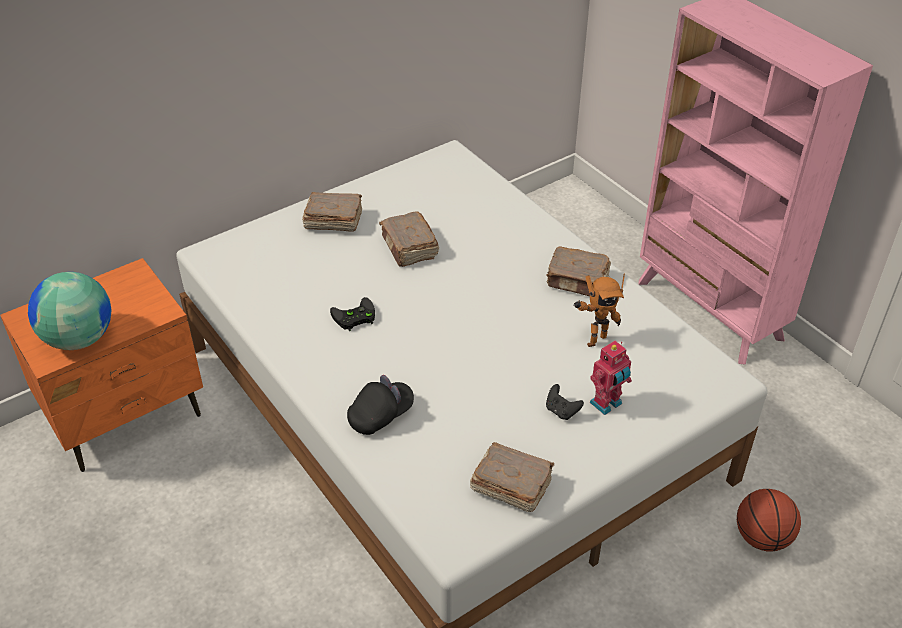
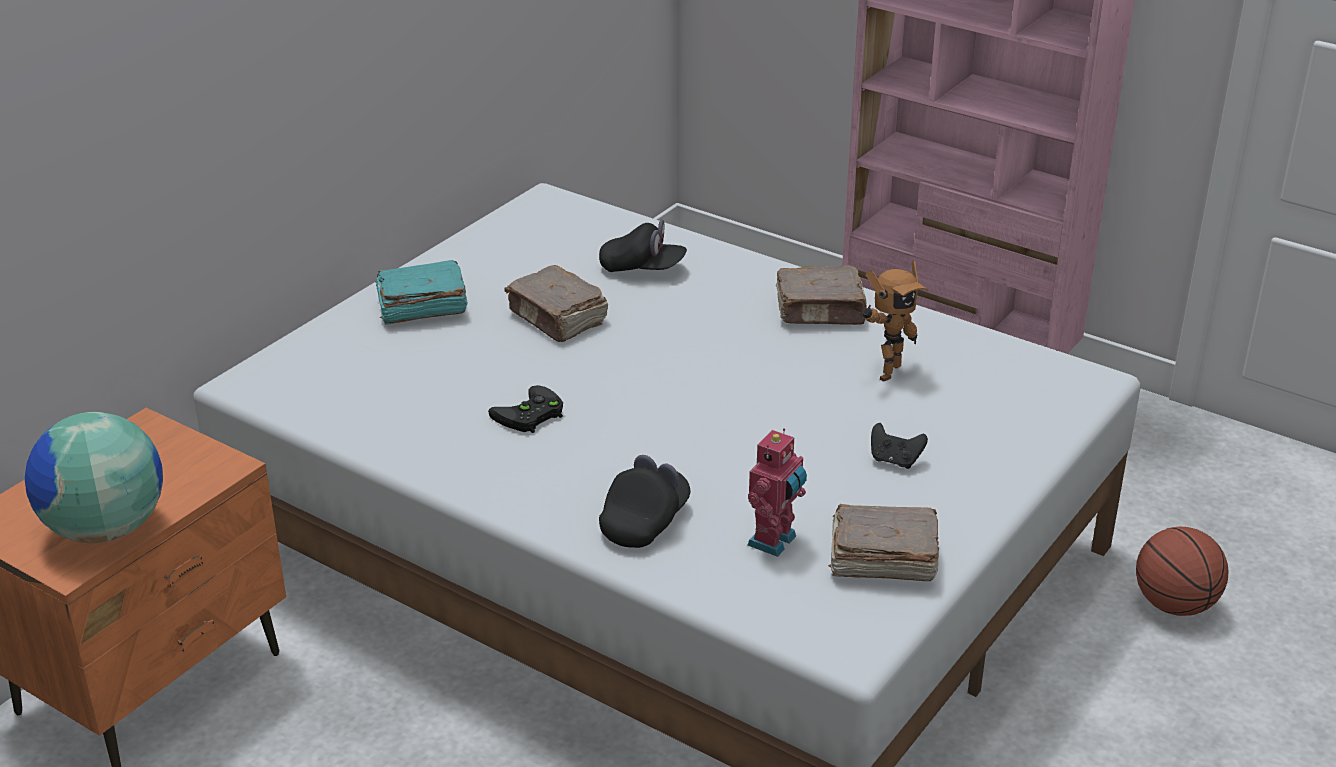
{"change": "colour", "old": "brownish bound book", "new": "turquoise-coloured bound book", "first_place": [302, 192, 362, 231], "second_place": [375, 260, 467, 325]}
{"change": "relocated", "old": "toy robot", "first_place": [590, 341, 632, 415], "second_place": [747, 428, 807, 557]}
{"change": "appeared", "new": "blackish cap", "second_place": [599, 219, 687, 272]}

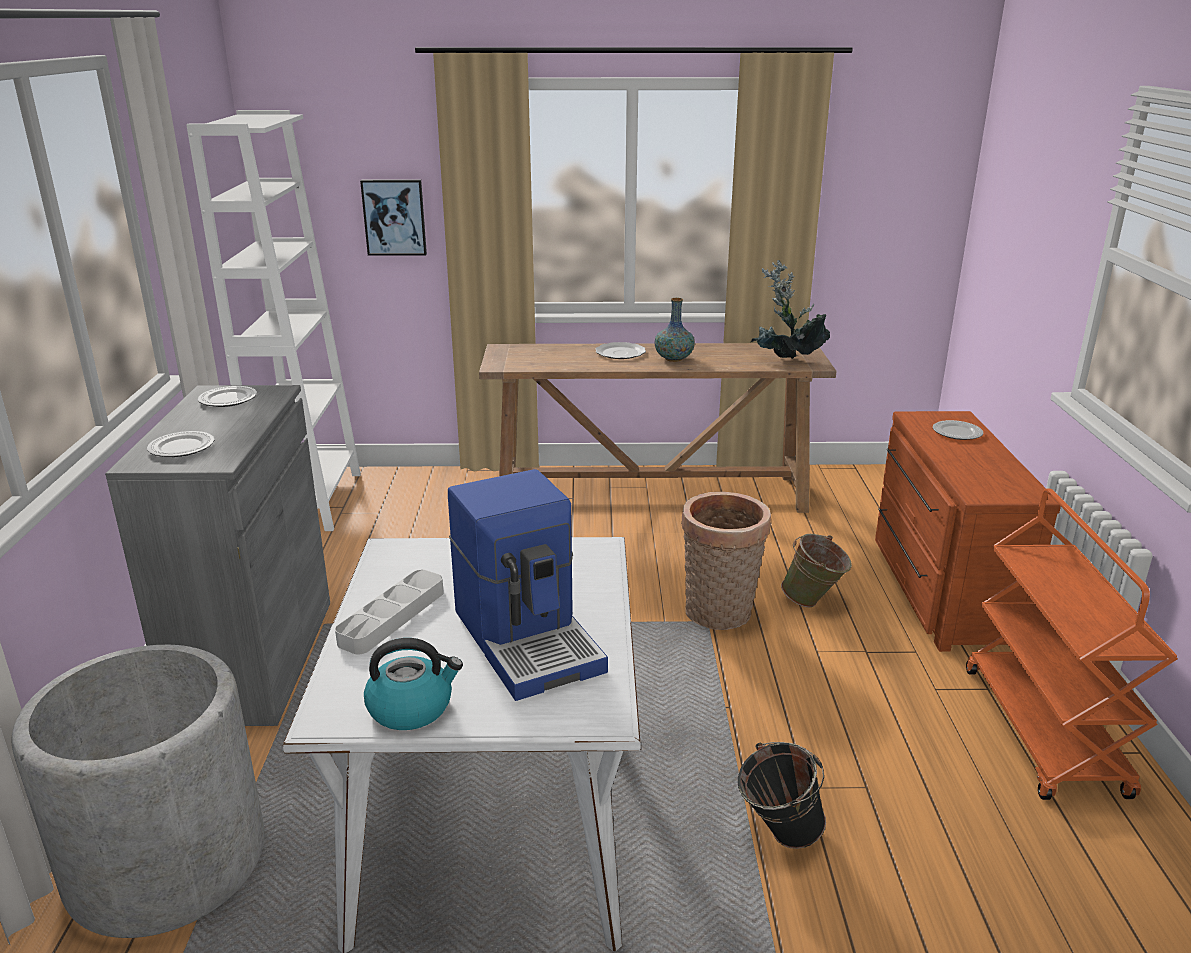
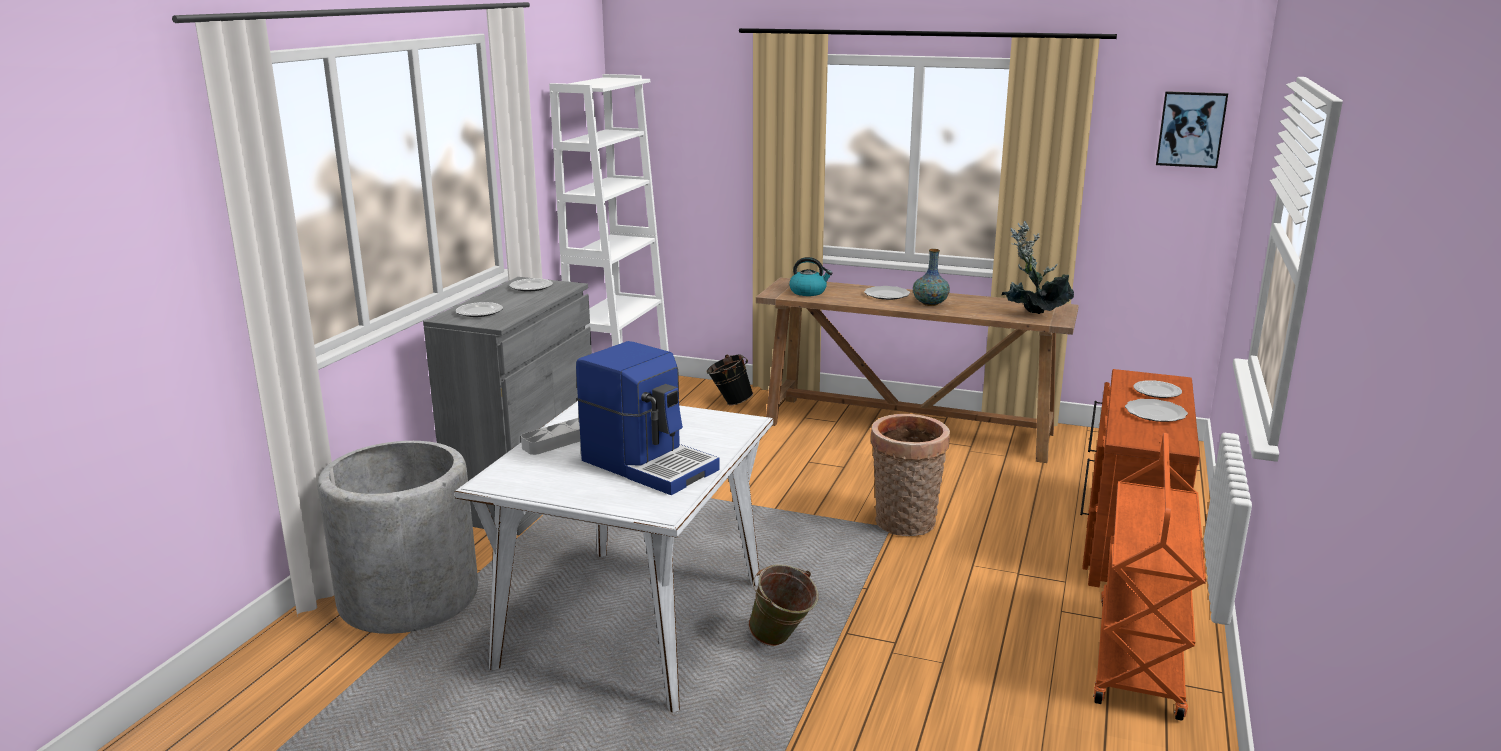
{"change": "relocated", "old": "wall picture", "first_place": [360, 179, 427, 256], "second_place": [1156, 91, 1228, 168]}
{"change": "spun", "old": "coffee maker", "first_place": [448, 469, 608, 701], "second_place": [576, 341, 720, 495], "degrees": -45}
{"change": "relocated", "old": "greenish bucket", "first_place": [781, 534, 852, 607], "second_place": [748, 564, 818, 646]}
{"change": "relocated", "old": "tea kettle", "first_place": [364, 638, 463, 730], "second_place": [789, 257, 832, 296]}
{"change": "relocated", "old": "blackish bucket", "first_place": [738, 742, 826, 849], "second_place": [707, 354, 753, 405]}
{"change": "appeared", "new": "flat dish", "second_place": [1125, 399, 1188, 422]}

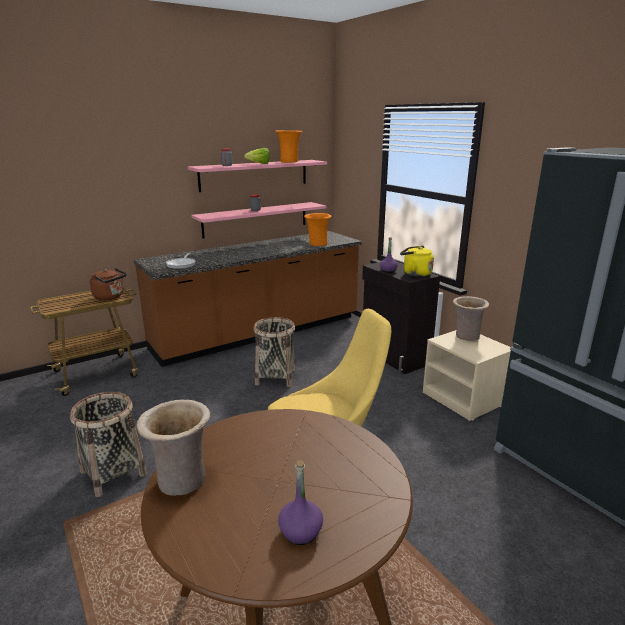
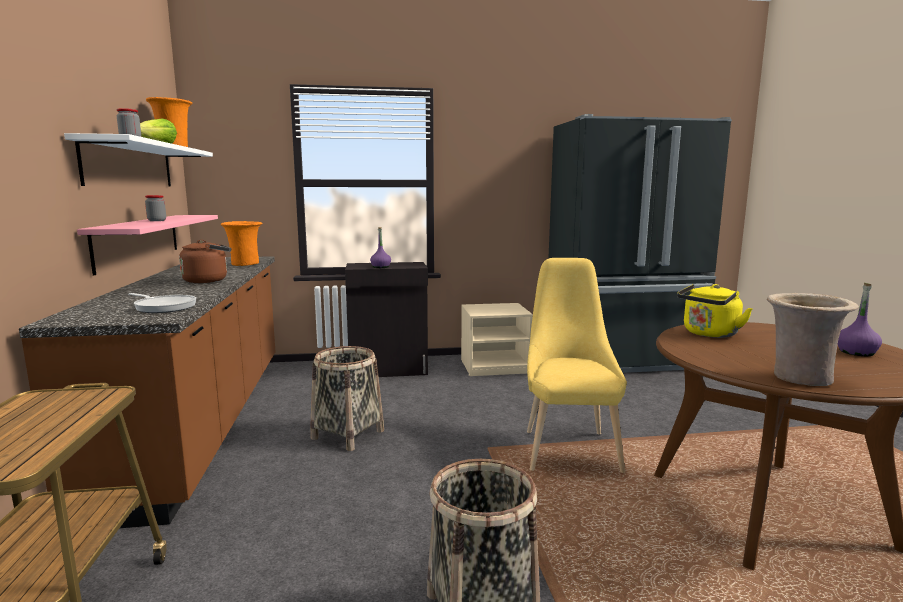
{"change": "colour", "old": "pink-coloured wall shelf", "new": "white-coloured wall shelf", "first_place": [188, 160, 327, 192], "second_place": [64, 133, 213, 187]}
{"change": "relocated", "old": "yellowish tea kettle", "first_place": [400, 246, 434, 277], "second_place": [677, 284, 753, 338]}
{"change": "relocated", "old": "brownish tea kettle", "first_place": [90, 268, 127, 300], "second_place": [179, 240, 231, 283]}
{"change": "missing", "old": "beige-coloured vase", "first_place": [453, 296, 489, 341]}

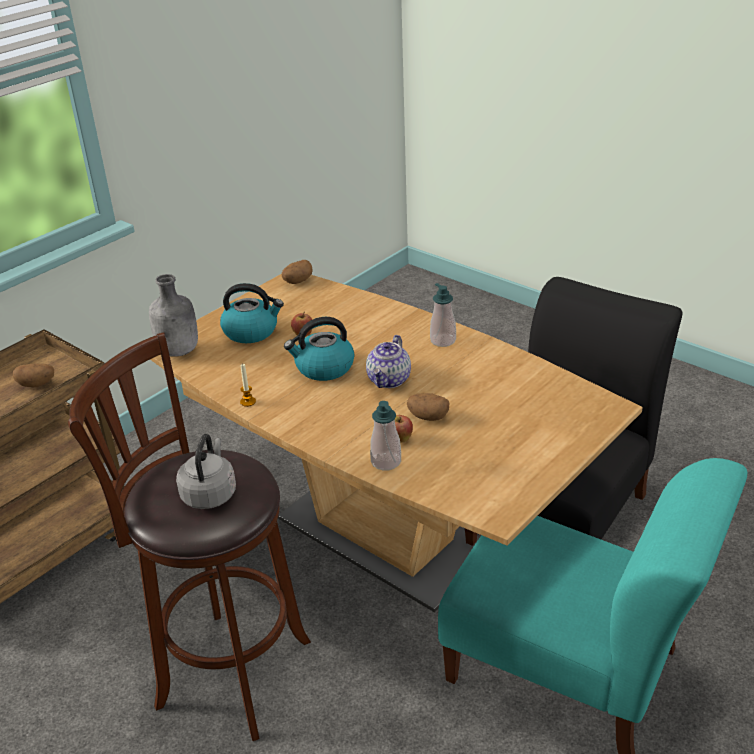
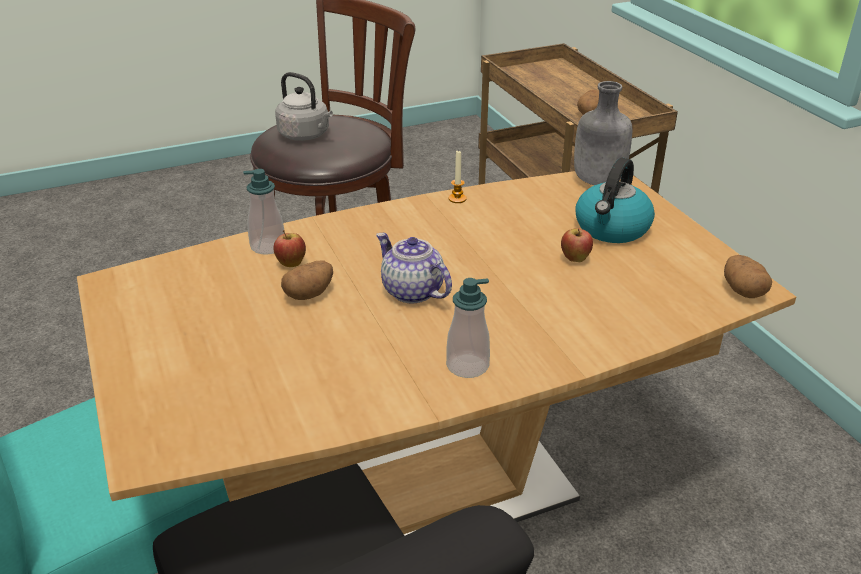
{"change": "missing", "old": "tea kettle", "first_place": [284, 317, 355, 381]}

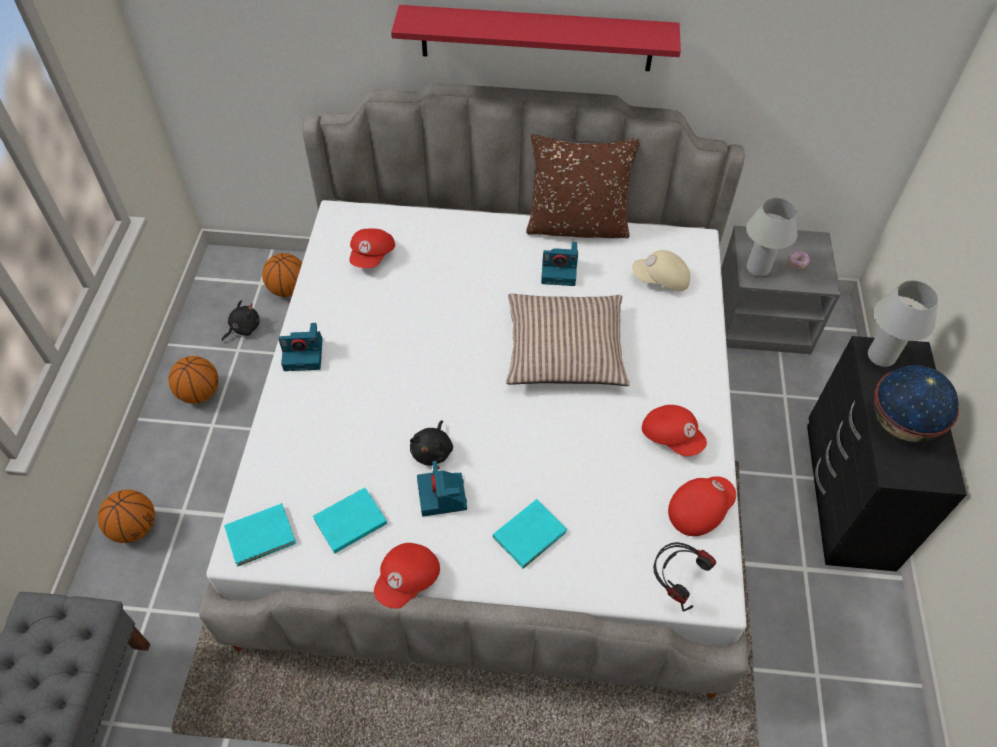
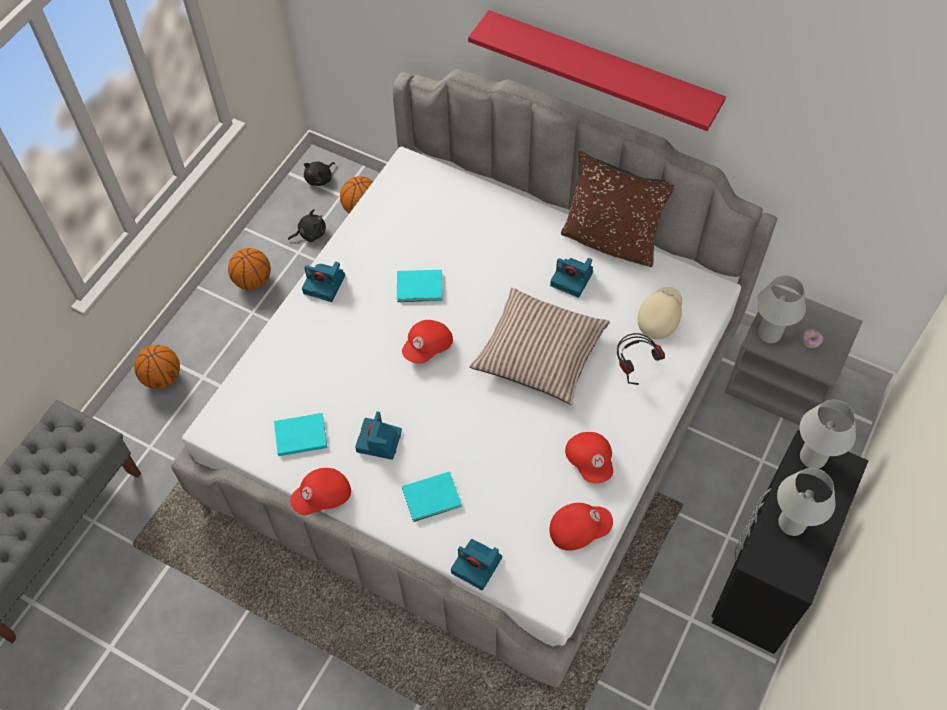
{"change": "relocated", "old": "red-coloured cap", "first_place": [349, 229, 395, 268], "second_place": [402, 320, 453, 364]}
{"change": "spun", "old": "beige-coloured cap", "first_place": [632, 250, 690, 291], "second_place": [638, 287, 682, 340], "degrees": 90}
{"change": "exchanged", "old": "globe", "new": "white-coloured tabletop lamp", "first_place": [874, 365, 959, 442], "second_place": [777, 468, 836, 536]}
{"change": "relocated", "old": "blackish soft toy", "first_place": [410, 420, 453, 466], "second_place": [304, 161, 335, 186]}
{"change": "relocated", "old": "turquoise-coloured bound book", "first_place": [224, 503, 296, 567], "second_place": [397, 270, 443, 302]}
{"change": "relocated", "old": "pair of headphones", "first_place": [653, 542, 716, 612], "second_place": [617, 333, 665, 385]}
{"change": "appeared", "new": "photo camera", "second_place": [451, 539, 502, 590]}

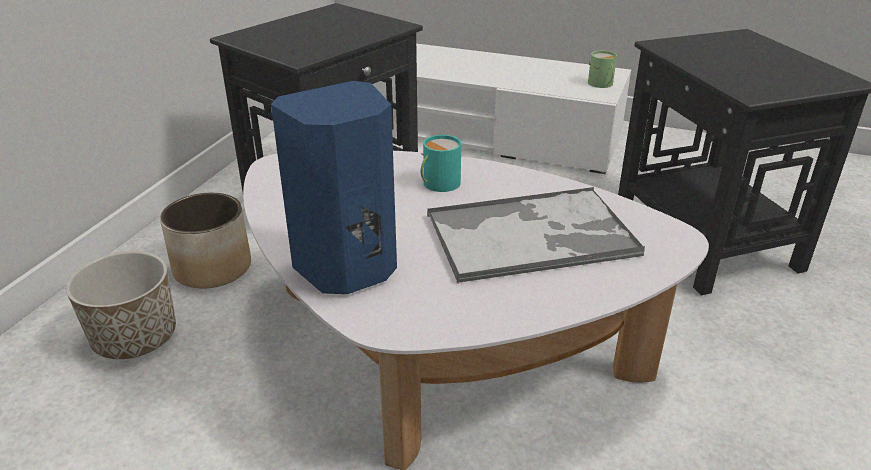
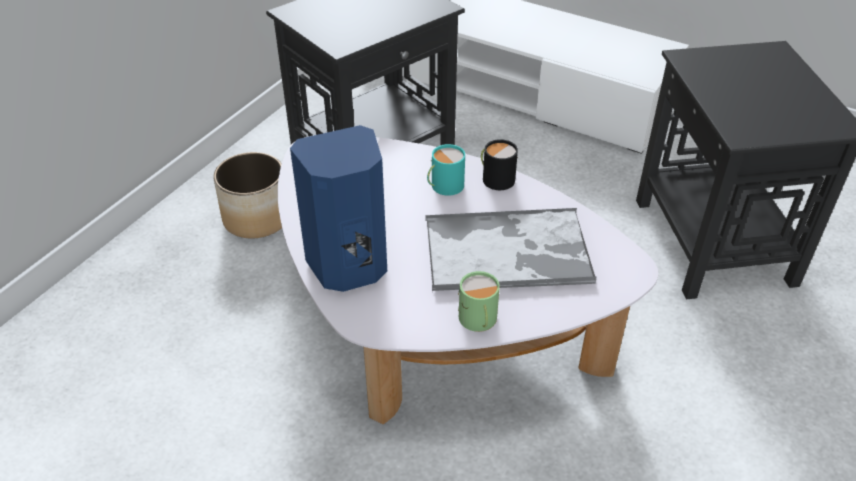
{"change": "relocated", "old": "greenish mug", "first_place": [588, 51, 617, 88], "second_place": [458, 271, 500, 332]}
{"change": "missing", "old": "planter", "first_place": [66, 251, 176, 359]}
{"change": "appeared", "new": "blackish mug", "second_place": [481, 139, 518, 190]}

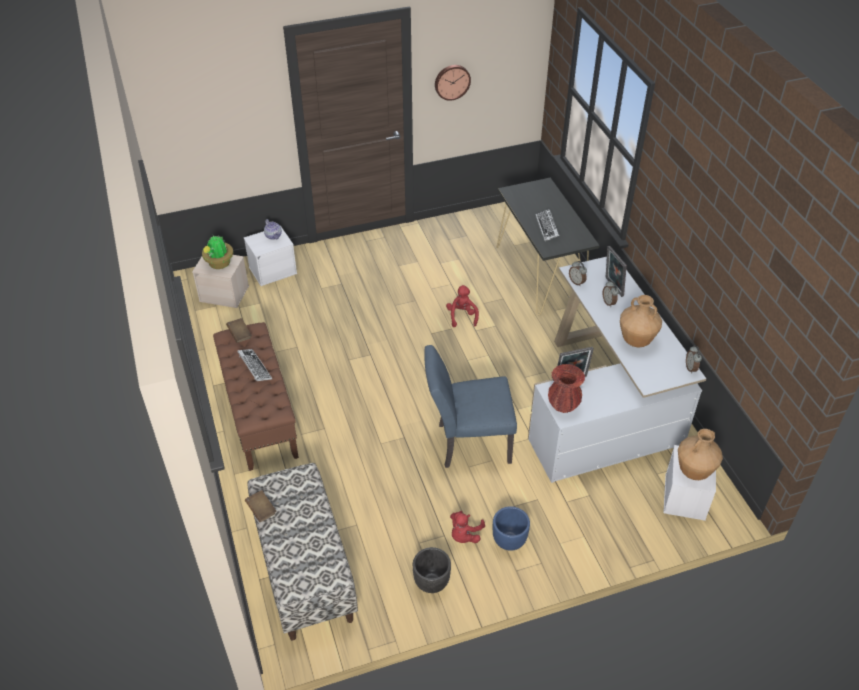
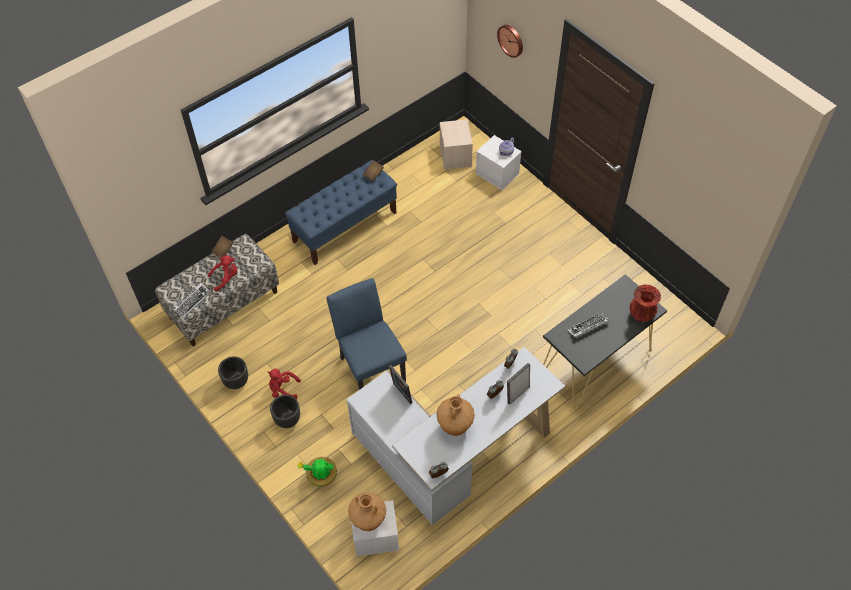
{"change": "relocated", "old": "clock on the wall", "first_place": [435, 65, 471, 101], "second_place": [497, 25, 523, 58]}
{"change": "relocated", "old": "plant in a pot", "first_place": [202, 236, 233, 269], "second_place": [297, 457, 337, 486]}
{"change": "relocated", "old": "red-coloured soft toy", "first_place": [446, 285, 479, 327], "second_place": [207, 255, 237, 291]}
{"change": "colour", "old": "brownish bench", "new": "bluish bench", "first_place": [213, 322, 299, 471], "second_place": [285, 160, 397, 265]}
{"change": "relocated", "old": "computer keyboard", "first_place": [237, 349, 272, 381], "second_place": [172, 282, 211, 318]}
{"change": "relocated", "old": "red-coloured vase", "first_place": [548, 364, 585, 413], "second_place": [630, 284, 661, 322]}
{"change": "colour", "old": "bluish planter", "new": "blackish planter", "first_place": [493, 506, 530, 551], "second_place": [270, 395, 300, 428]}

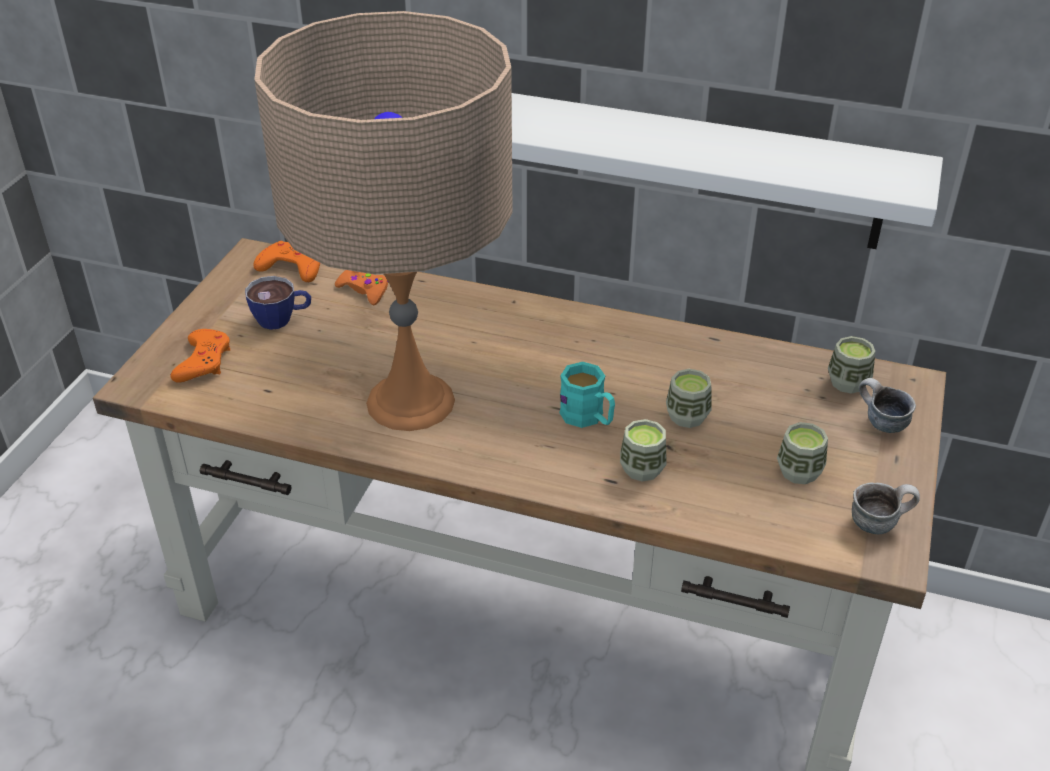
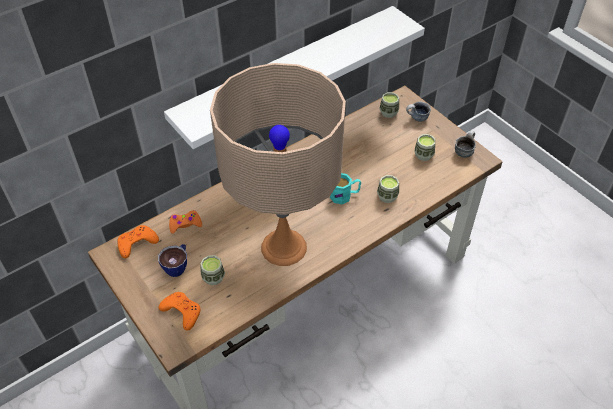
{"change": "relocated", "old": "cup", "first_place": [666, 369, 711, 428], "second_place": [200, 255, 225, 285]}

